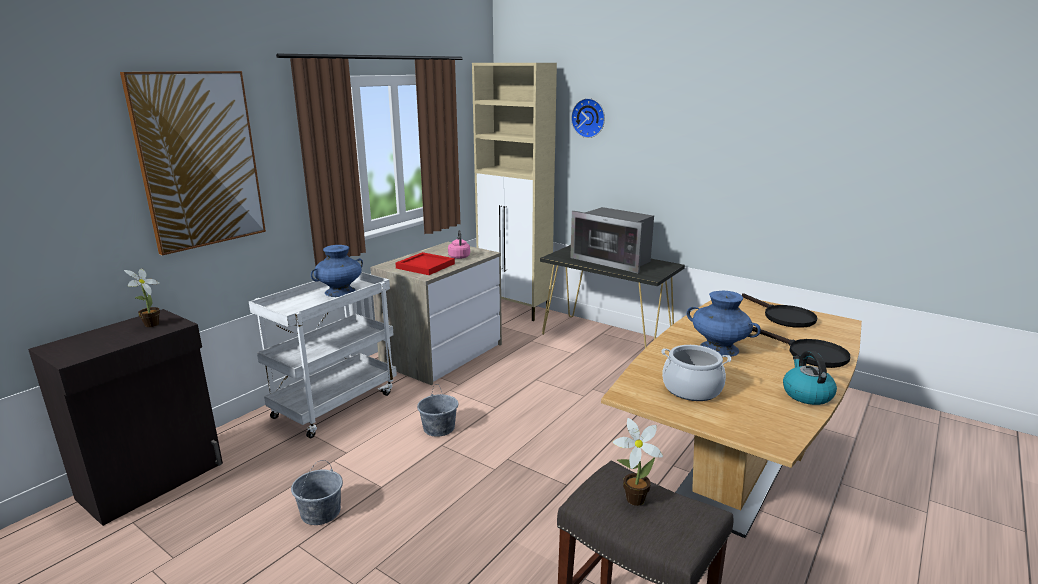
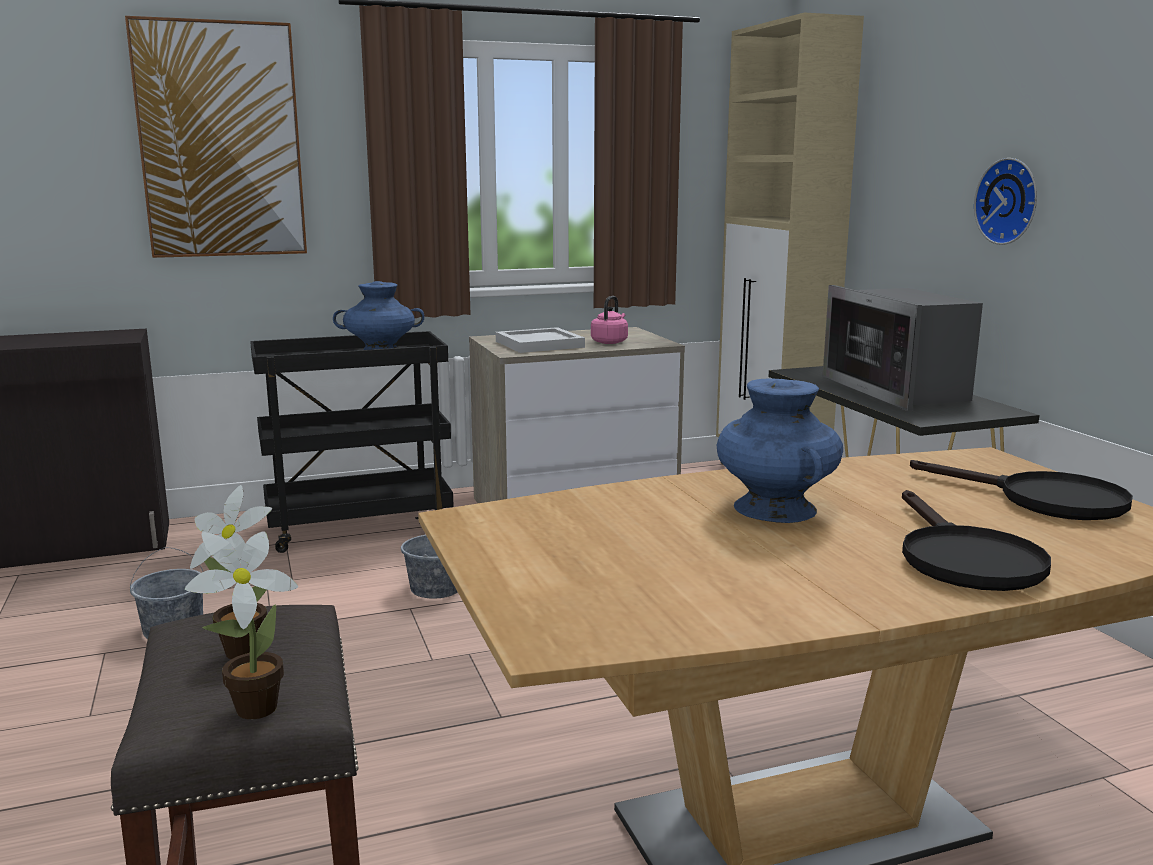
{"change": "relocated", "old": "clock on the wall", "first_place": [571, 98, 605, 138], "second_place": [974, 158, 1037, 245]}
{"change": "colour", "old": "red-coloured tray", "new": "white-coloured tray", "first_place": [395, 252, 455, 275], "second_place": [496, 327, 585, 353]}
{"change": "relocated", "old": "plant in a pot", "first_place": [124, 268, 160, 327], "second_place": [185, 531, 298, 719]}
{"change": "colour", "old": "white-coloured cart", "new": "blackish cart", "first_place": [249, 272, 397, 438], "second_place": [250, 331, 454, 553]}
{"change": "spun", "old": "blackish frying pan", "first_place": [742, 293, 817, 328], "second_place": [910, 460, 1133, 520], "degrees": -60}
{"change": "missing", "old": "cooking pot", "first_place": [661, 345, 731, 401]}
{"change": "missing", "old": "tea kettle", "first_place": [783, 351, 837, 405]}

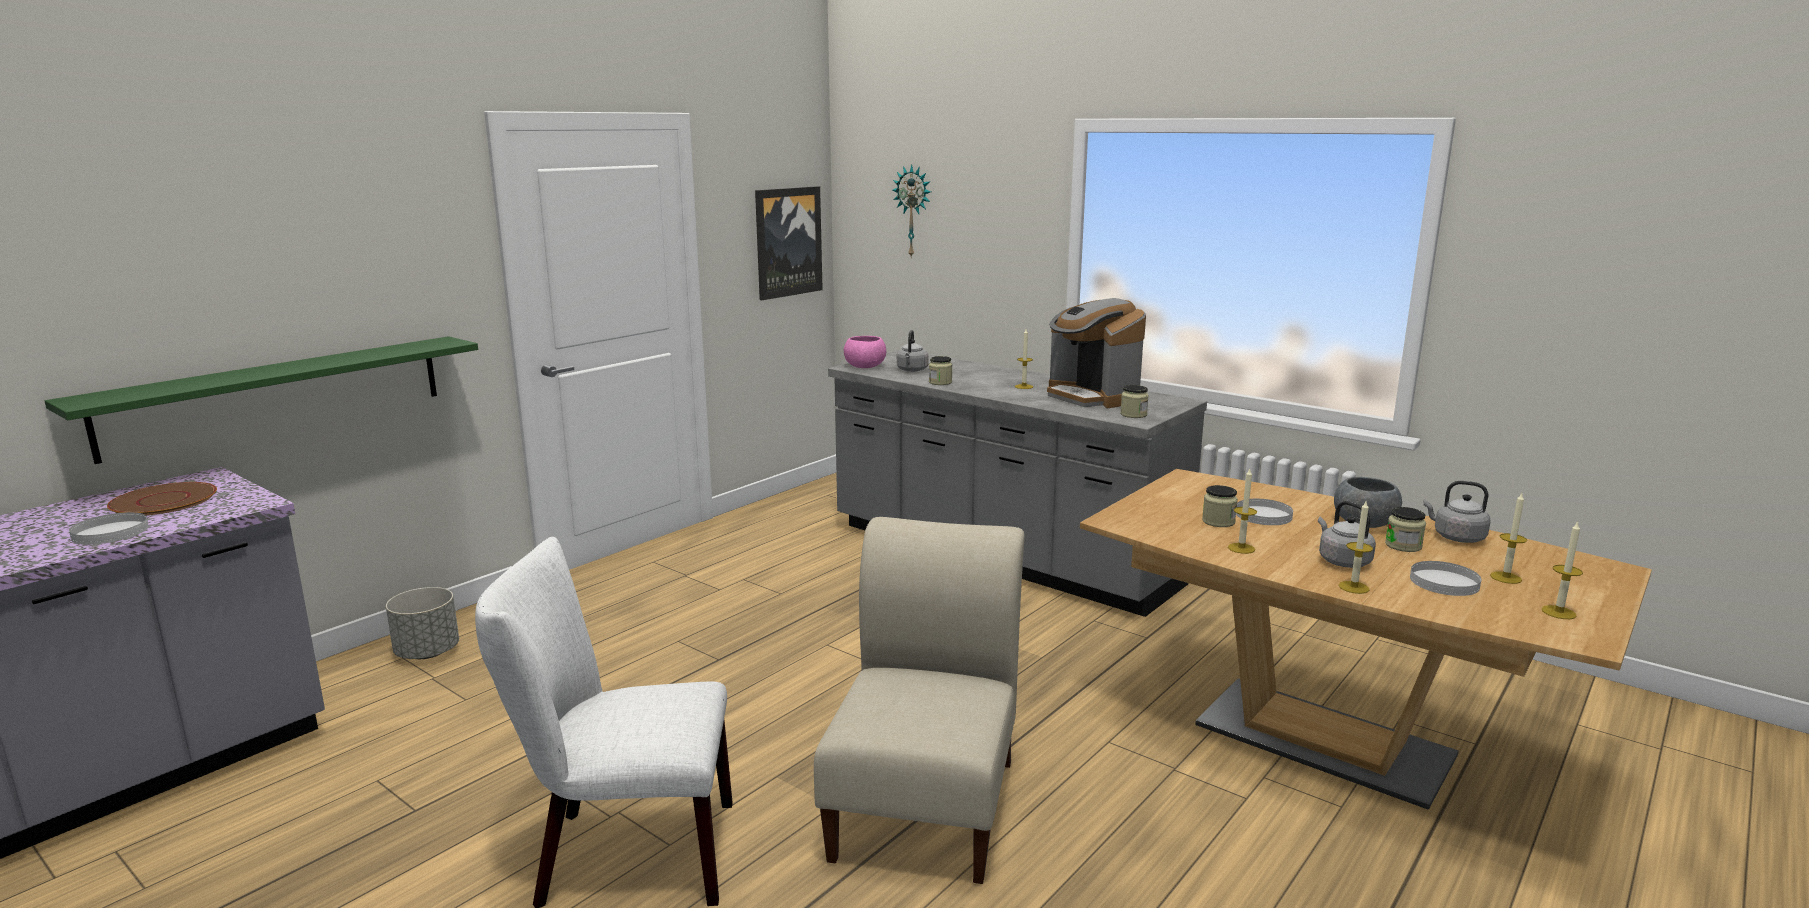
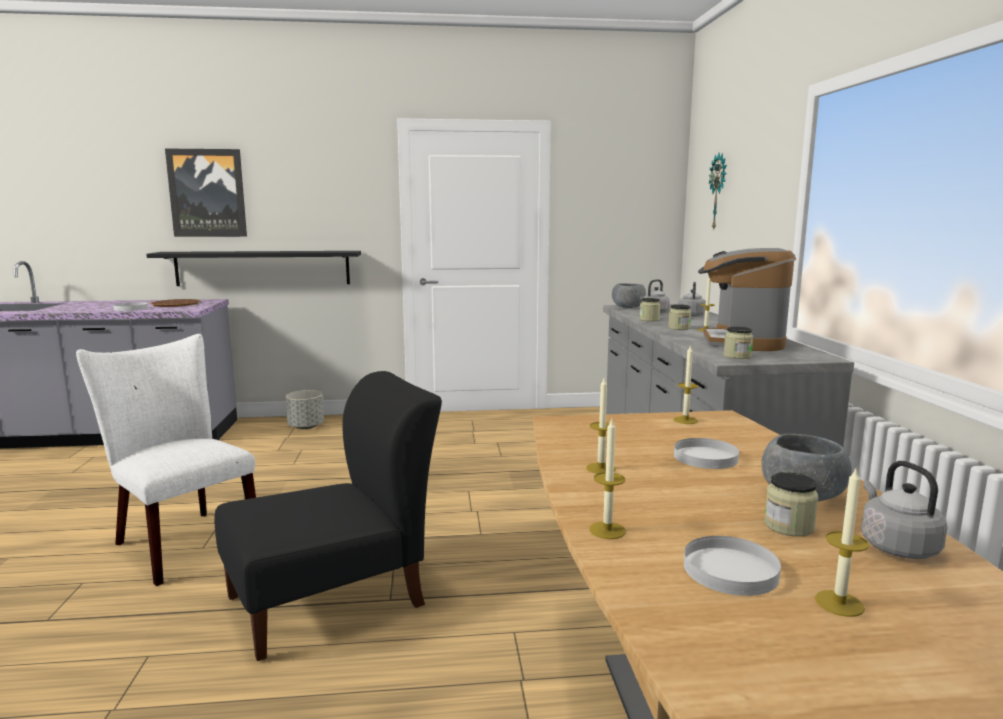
{"change": "relocated", "old": "wall picture", "first_place": [755, 186, 823, 300], "second_place": [165, 149, 247, 237]}
{"change": "colour", "old": "greenish wall shelf", "new": "blackish wall shelf", "first_place": [45, 336, 478, 464], "second_place": [146, 251, 361, 286]}
{"change": "colour", "old": "pink-coloured deep dish", "new": "grey deep dish", "first_place": [844, 336, 886, 368], "second_place": [612, 283, 646, 308]}
{"change": "relocated", "old": "preserve jar", "first_place": [1202, 485, 1238, 527], "second_place": [668, 304, 691, 330]}
{"change": "relocated", "old": "grey tea kettle", "first_place": [1318, 501, 1376, 568], "second_place": [678, 282, 706, 317]}
{"change": "colour", "old": "beige-coloured plain chair", "new": "blackish plain chair", "first_place": [814, 517, 1025, 884], "second_place": [214, 371, 442, 661]}
{"change": "relocated", "old": "candle", "first_place": [1542, 521, 1583, 619], "second_place": [673, 345, 698, 424]}

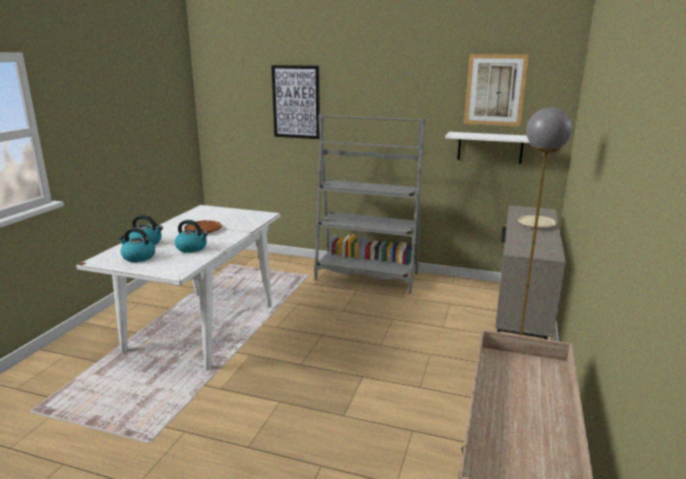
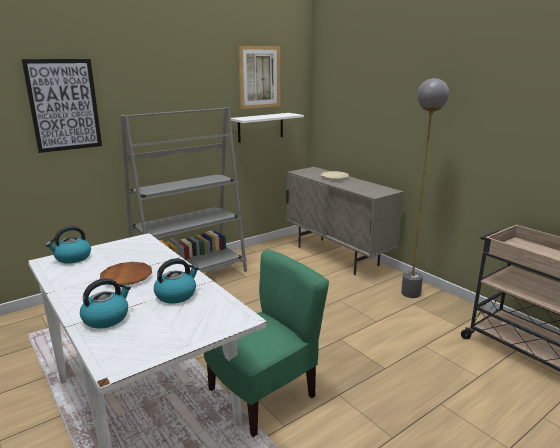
{"change": "relocated", "old": "tea kettle", "first_place": [118, 228, 155, 262], "second_place": [46, 226, 91, 264]}
{"change": "appeared", "new": "greenish plain chair", "second_place": [204, 250, 329, 437]}

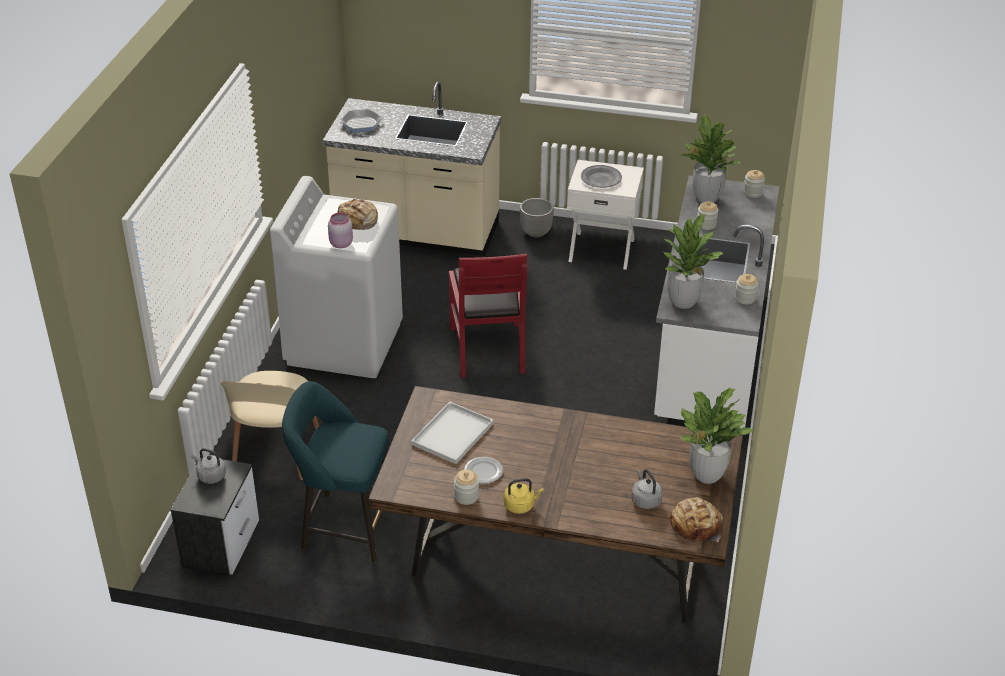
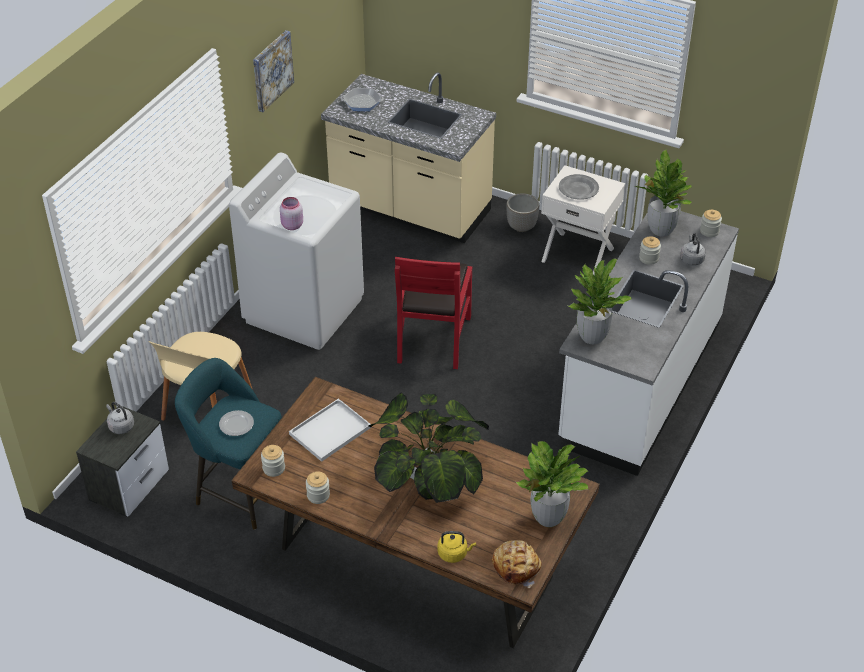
{"change": "missing", "old": "bread", "first_place": [338, 199, 378, 230]}
{"change": "relocated", "old": "preserve jar", "first_place": [735, 274, 758, 304], "second_place": [261, 445, 285, 477]}
{"change": "relocated", "old": "flat dish", "first_place": [464, 457, 503, 484], "second_place": [219, 410, 254, 436]}
{"change": "relocated", "old": "grey tea kettle", "first_place": [632, 469, 663, 509], "second_place": [680, 233, 706, 266]}
{"change": "relocated", "old": "yellowish tea kettle", "first_place": [504, 478, 544, 514], "second_place": [438, 531, 476, 563]}
{"change": "appeared", "new": "wall picture", "second_place": [253, 30, 294, 112]}
{"change": "appeared", "new": "plant in a pot", "second_place": [368, 393, 489, 503]}

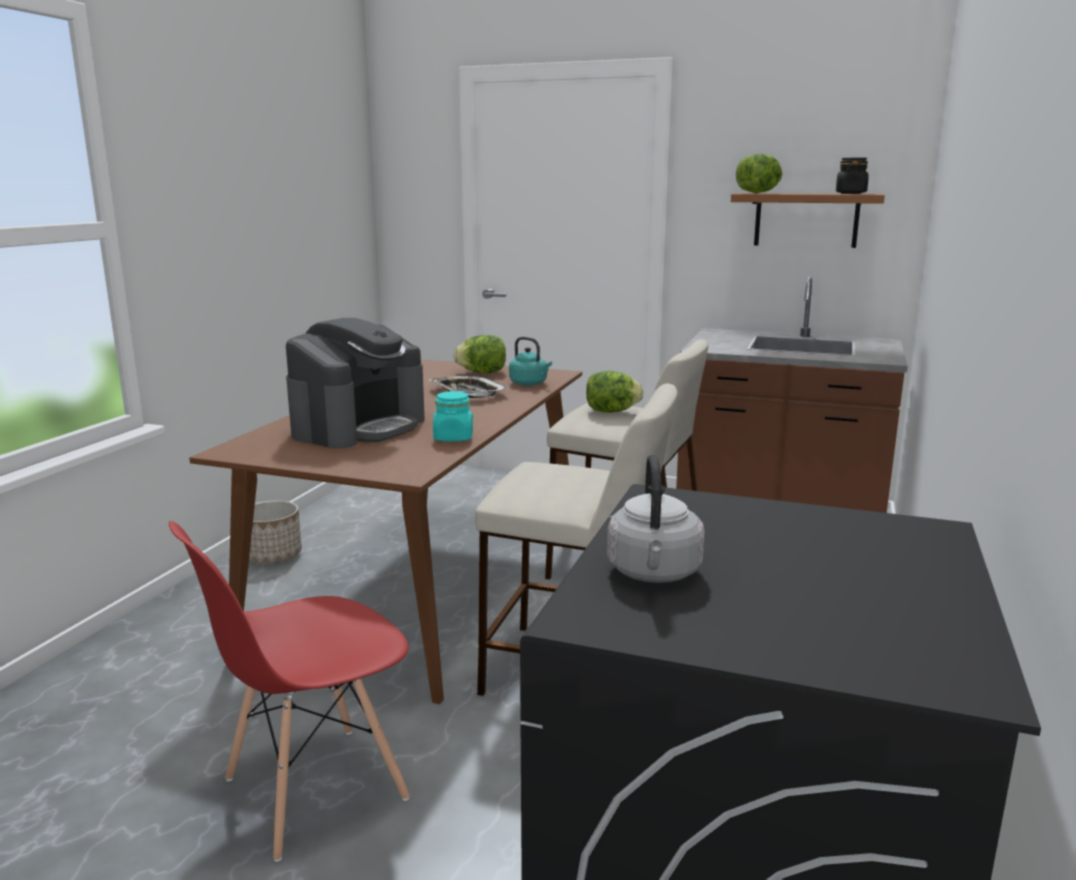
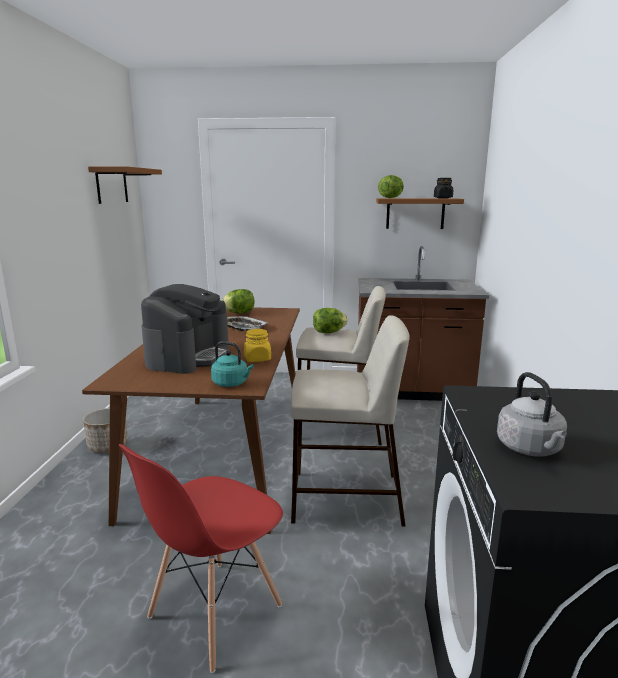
{"change": "relocated", "old": "turquoise-coloured tea kettle", "first_place": [509, 337, 552, 385], "second_place": [211, 341, 254, 387]}
{"change": "colour", "old": "turquoise-coloured preserve jar", "new": "yellowish preserve jar", "first_place": [433, 391, 473, 442], "second_place": [244, 329, 271, 362]}
{"change": "appeared", "new": "brownish wall shelf", "second_place": [88, 166, 162, 204]}

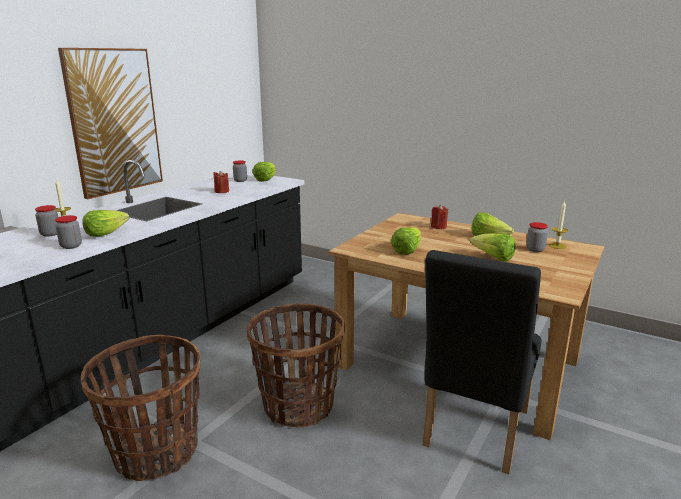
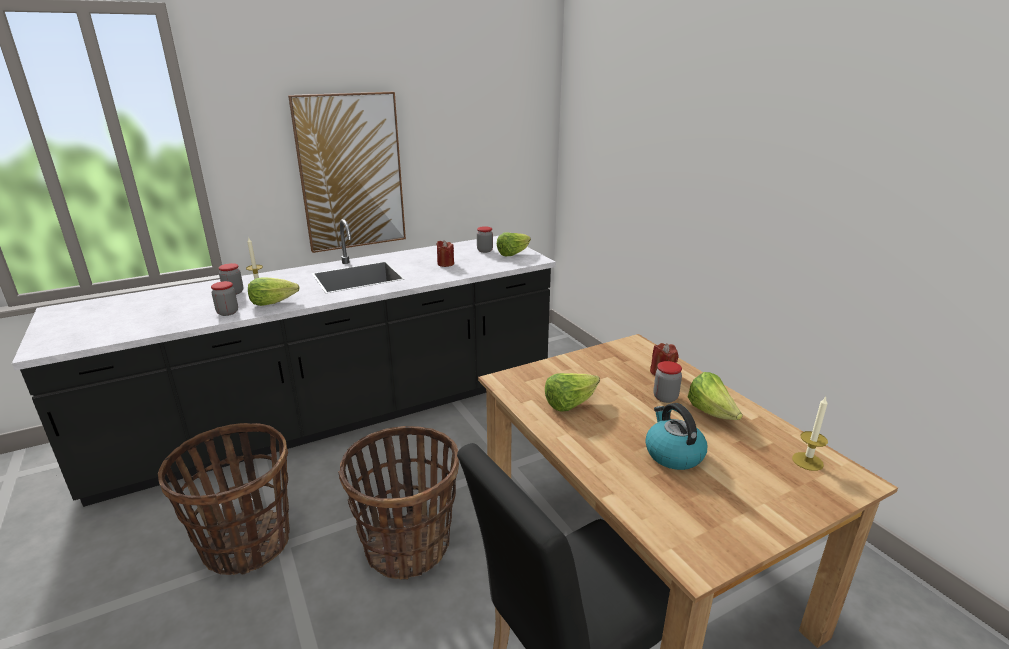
{"change": "relocated", "old": "preserve jar", "first_place": [526, 222, 548, 252], "second_place": [654, 361, 682, 403]}
{"change": "exchanged", "old": "lettuce", "new": "tea kettle", "first_place": [470, 233, 516, 262], "second_place": [645, 403, 707, 470]}

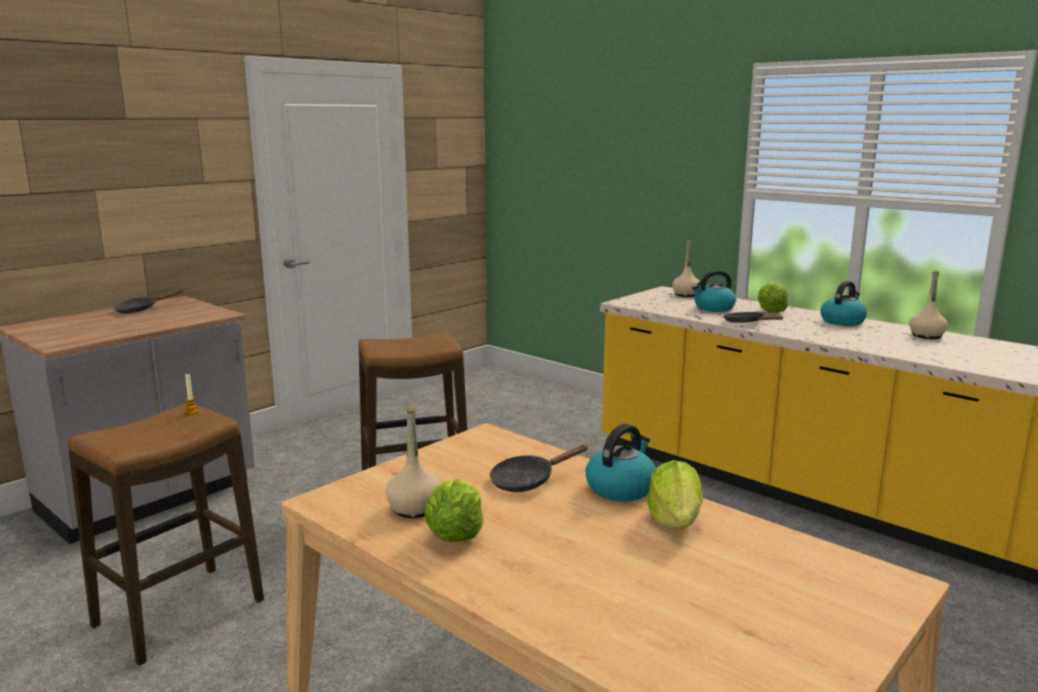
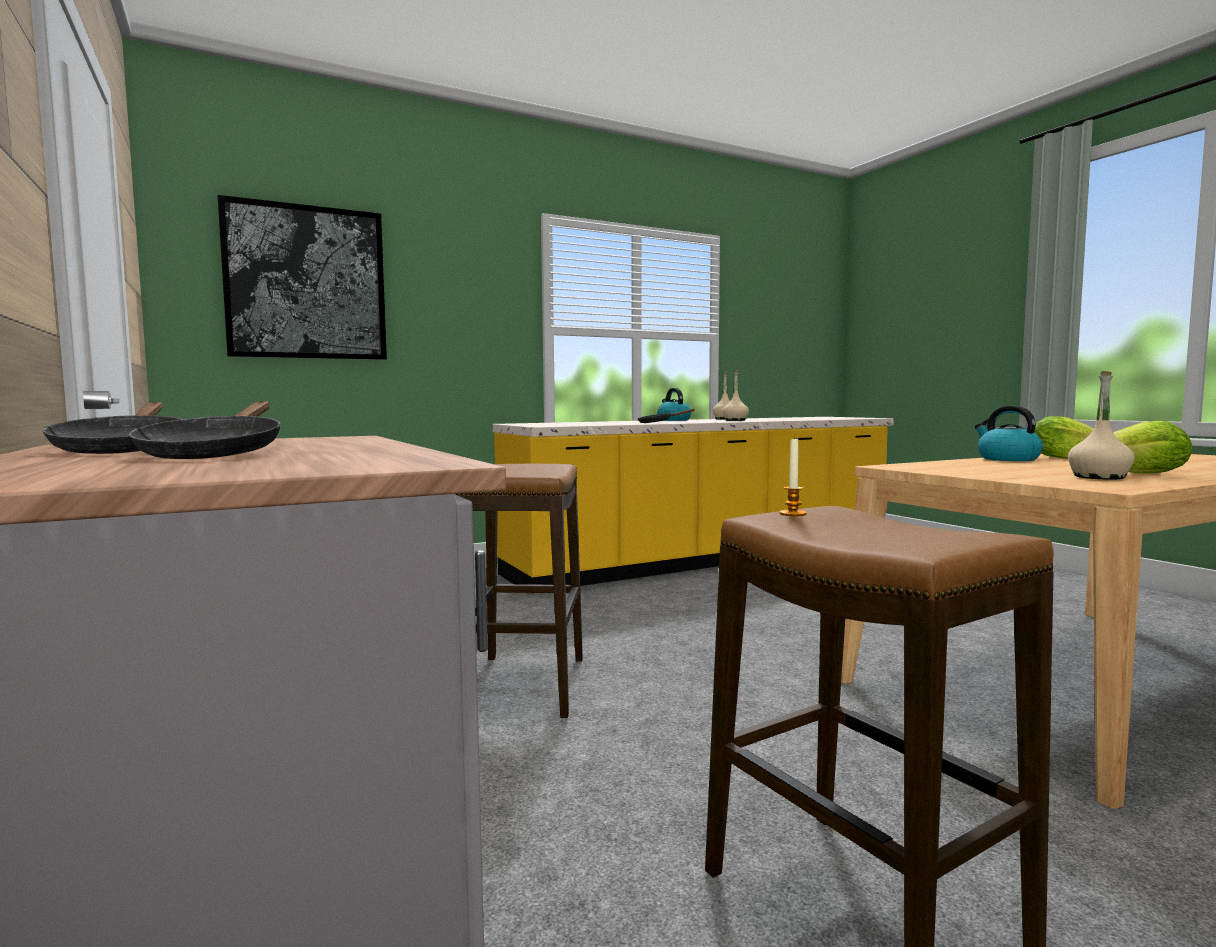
{"change": "relocated", "old": "beige-coloured beverage bottle", "first_place": [672, 241, 701, 297], "second_place": [723, 370, 749, 421]}
{"change": "missing", "old": "tea kettle", "first_place": [692, 270, 736, 312]}
{"change": "missing", "old": "lettuce", "first_place": [757, 282, 788, 313]}
{"change": "relocated", "old": "blackish frying pan", "first_place": [490, 445, 588, 492], "second_place": [129, 401, 280, 459]}
{"change": "appeared", "new": "wall picture", "second_place": [217, 195, 387, 360]}

